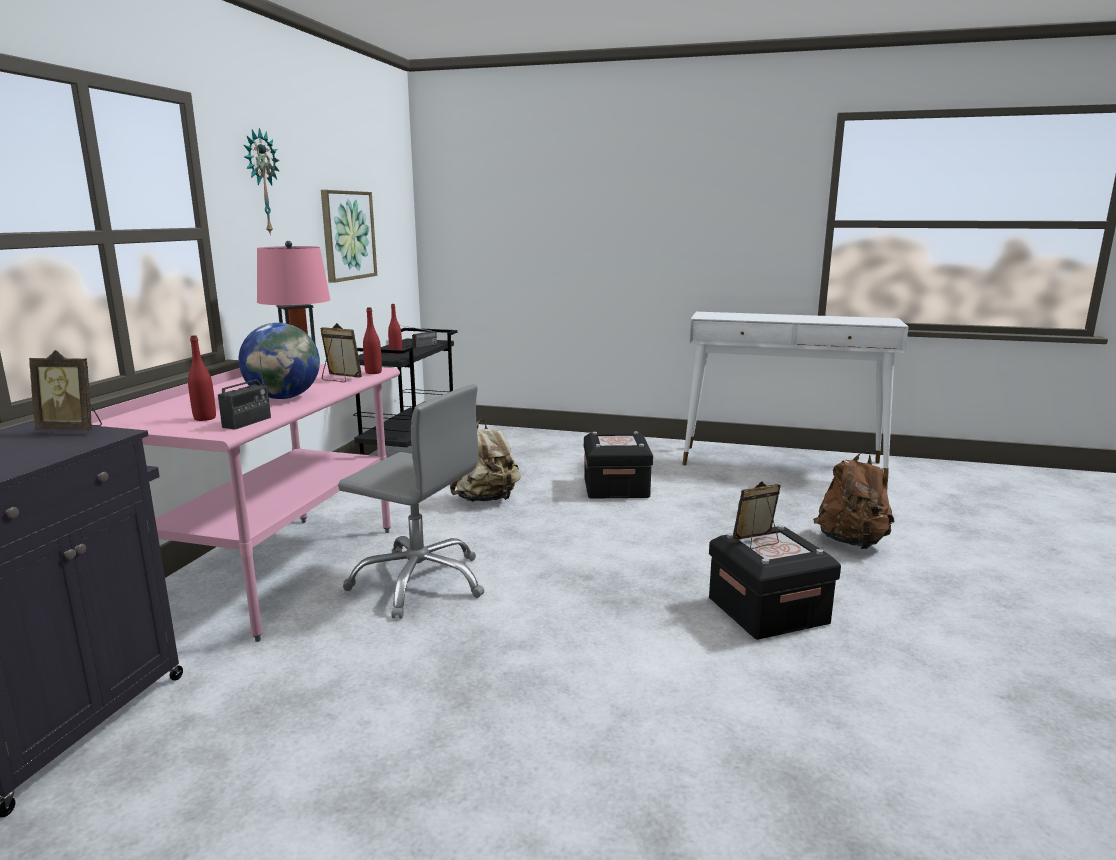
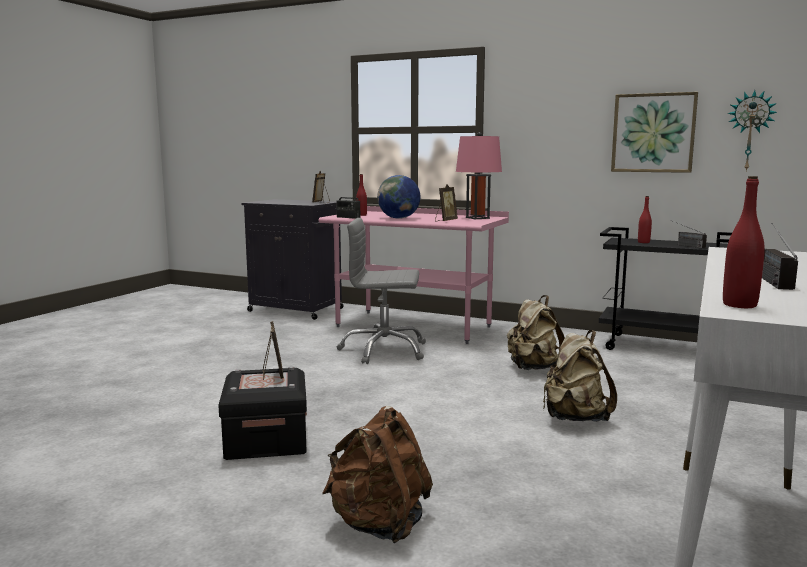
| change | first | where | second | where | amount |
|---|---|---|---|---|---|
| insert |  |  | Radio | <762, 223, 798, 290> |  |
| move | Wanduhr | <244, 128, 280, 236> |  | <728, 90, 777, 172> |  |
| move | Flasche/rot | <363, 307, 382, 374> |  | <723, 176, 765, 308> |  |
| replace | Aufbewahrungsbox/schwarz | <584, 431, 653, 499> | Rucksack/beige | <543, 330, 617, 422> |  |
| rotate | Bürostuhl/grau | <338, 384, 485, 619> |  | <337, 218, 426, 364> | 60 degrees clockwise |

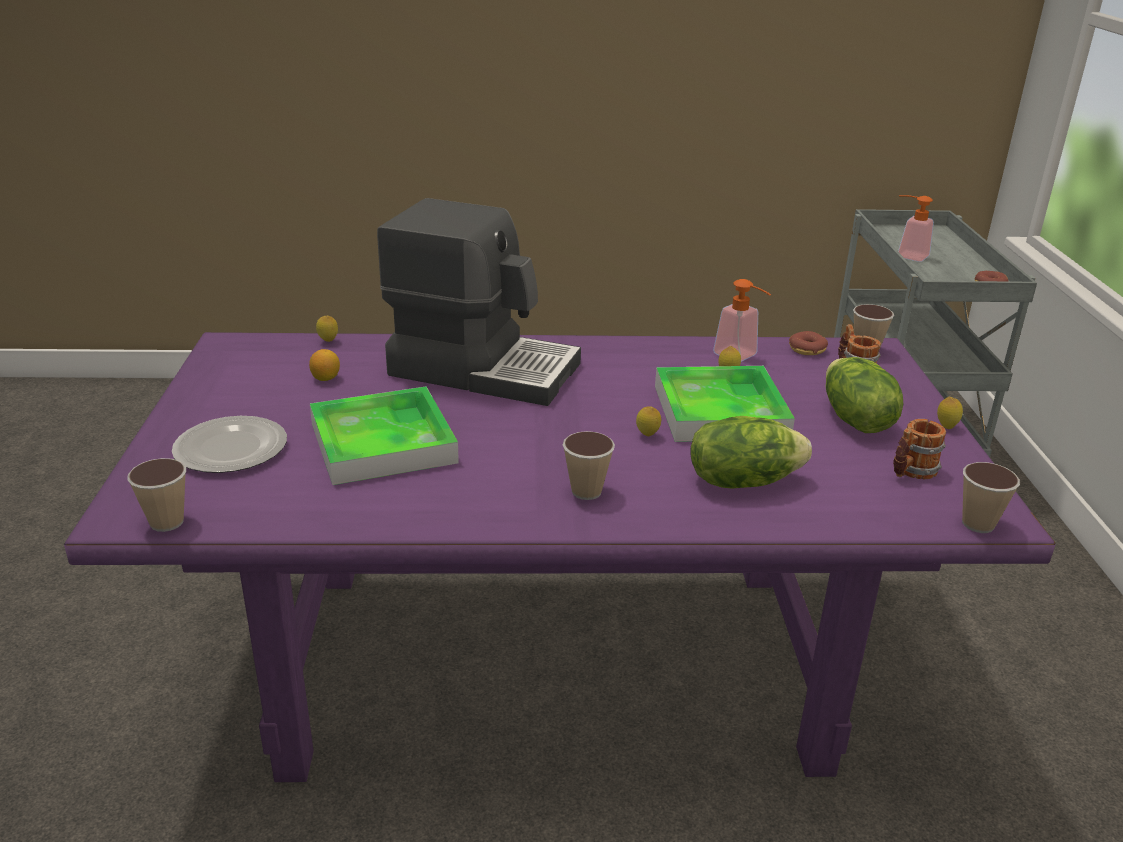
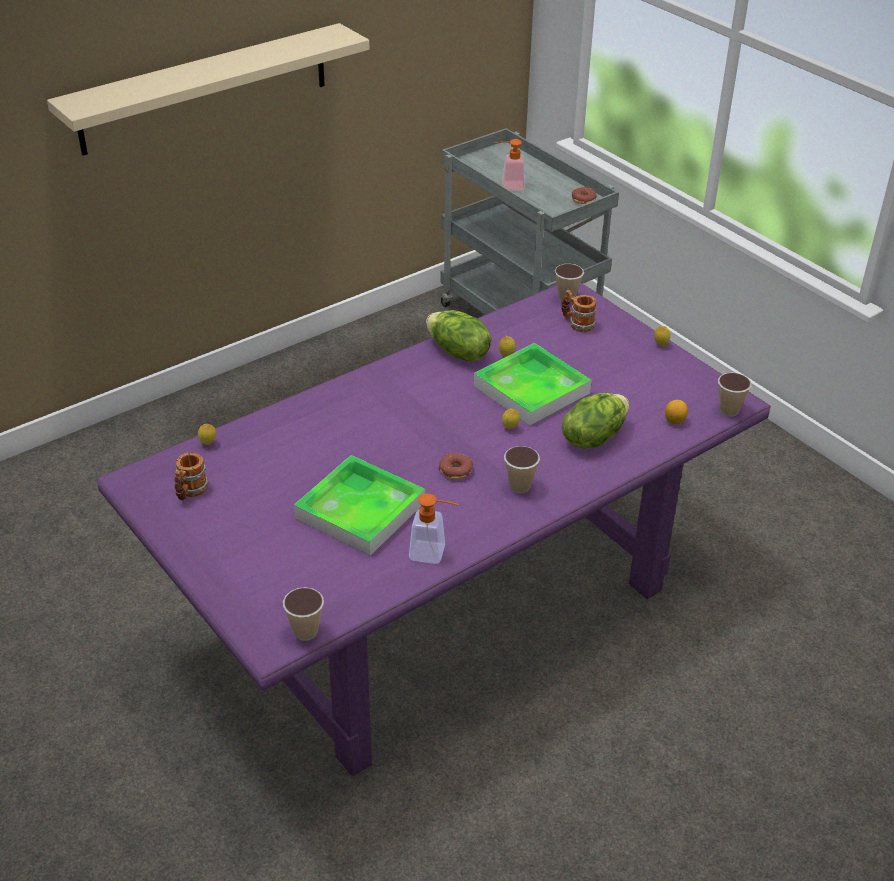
| change | first | where | second | where | amount |
|---|---|---|---|---|---|
| delete | Teller | <172, 416, 287, 473> |  |  |  |
| delete | Kaffeemaschine | <377, 198, 581, 406> |  |  |  |
| insert |  |  | Wandregal/beige | <47, 23, 369, 156> |  |
| move | Zitrone | <309, 349, 340, 381> |  | <665, 400, 688, 424> |  |
| move | Seifenspender | <713, 279, 771, 362> |  | <409, 493, 459, 564> |  |
| move | Donut | <789, 331, 828, 355> |  | <439, 452, 473, 480> |  |
| move | Salatkopf | <826, 357, 903, 433> |  | <426, 310, 491, 362> |  |
| move | Henkelbecher | <893, 419, 946, 479> |  | <175, 453, 209, 501> |  |

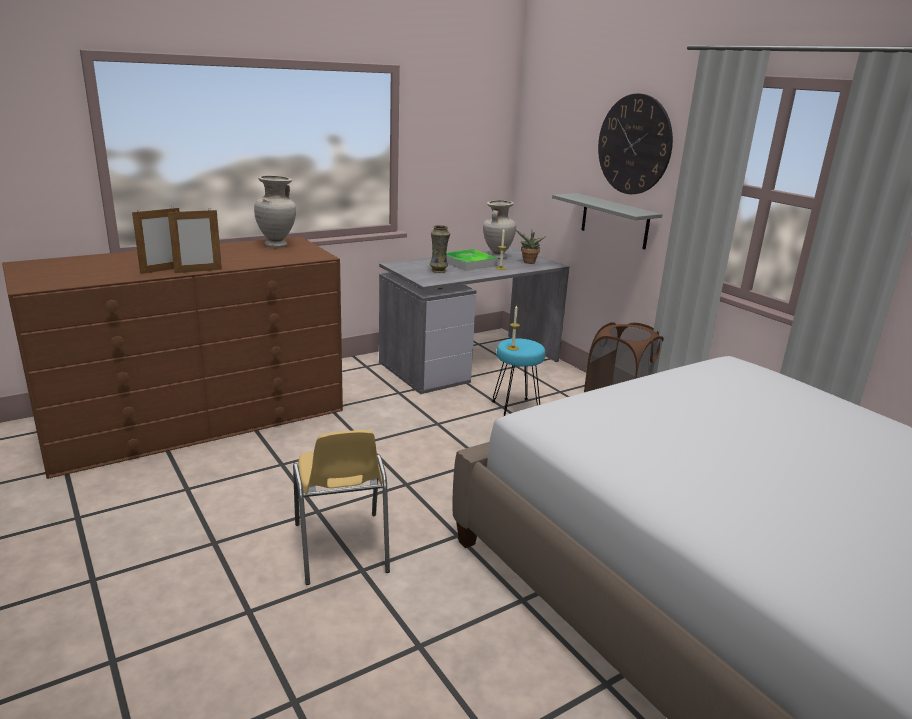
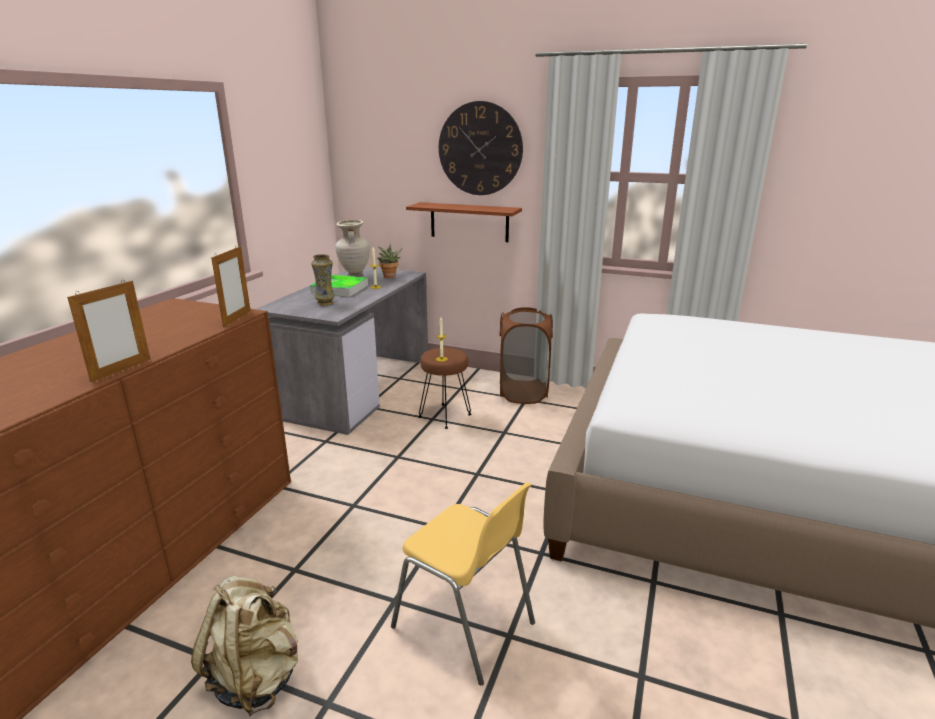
| change | first | where | second | where | amount |
|---|---|---|---|---|---|
| delete | Vase/beige | <254, 175, 296, 248> |  |  |  |
| insert |  |  | Rucksack/beige | <191, 576, 298, 716> |  |
| move | Bilderrahmen | <132, 206, 180, 274> |  | <211, 245, 251, 327> |  |
| recolor | Hocker/türkis | <492, 338, 545, 416> | Hocker/braun | <418, 348, 472, 429> |  |
| recolor | Wandregal/grau | <552, 193, 662, 249> | Wandregal/braun | <406, 202, 522, 242> |  |

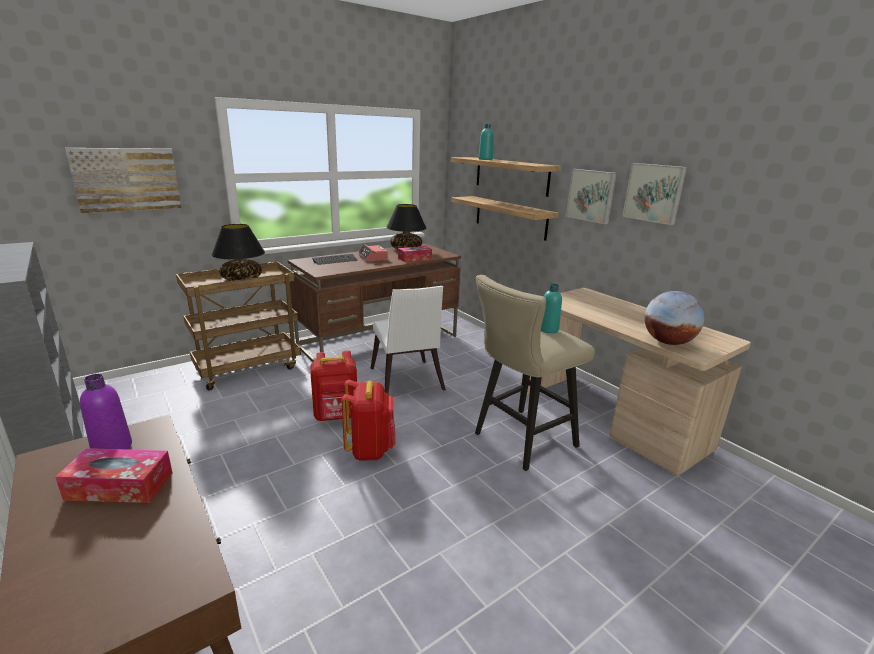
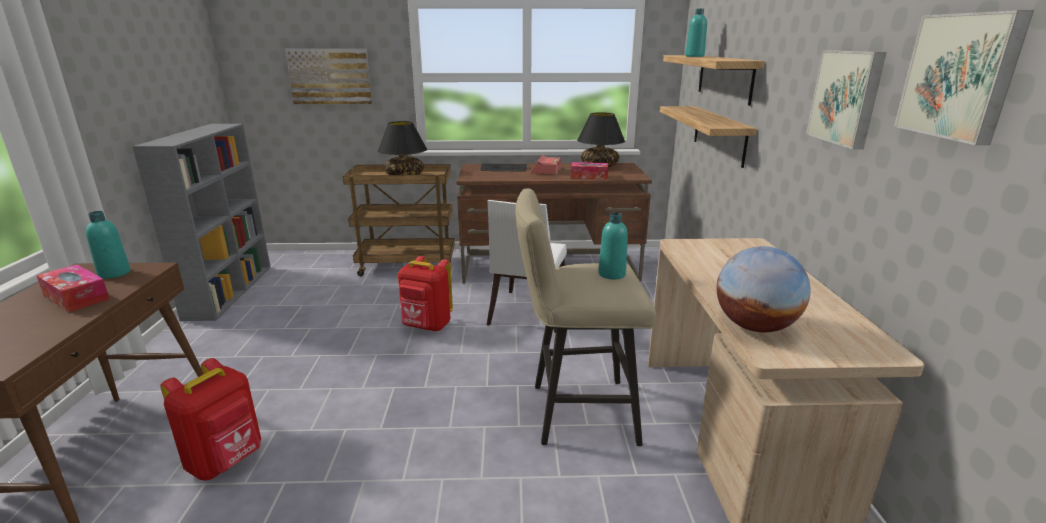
| change | first | where | second | where | amount |
|---|---|---|---|---|---|
| move | Rucksack/rot | <342, 380, 395, 461> |  | <160, 358, 261, 481> |  |
| move | Bild | <566, 169, 617, 224> |  | <894, 10, 1034, 145> |  |
| recolor | Flasche/lila | <80, 374, 132, 450> | Flasche/türkis | <86, 211, 131, 279> |  |

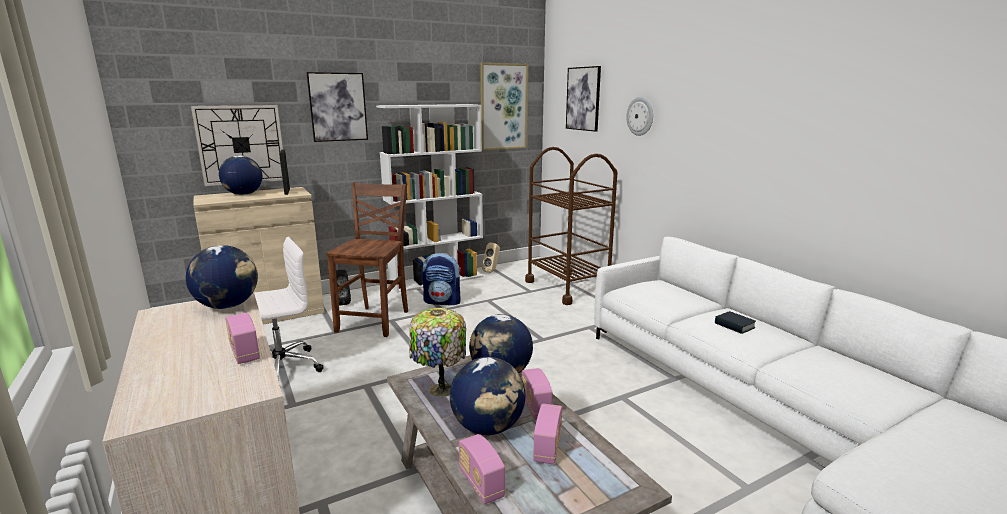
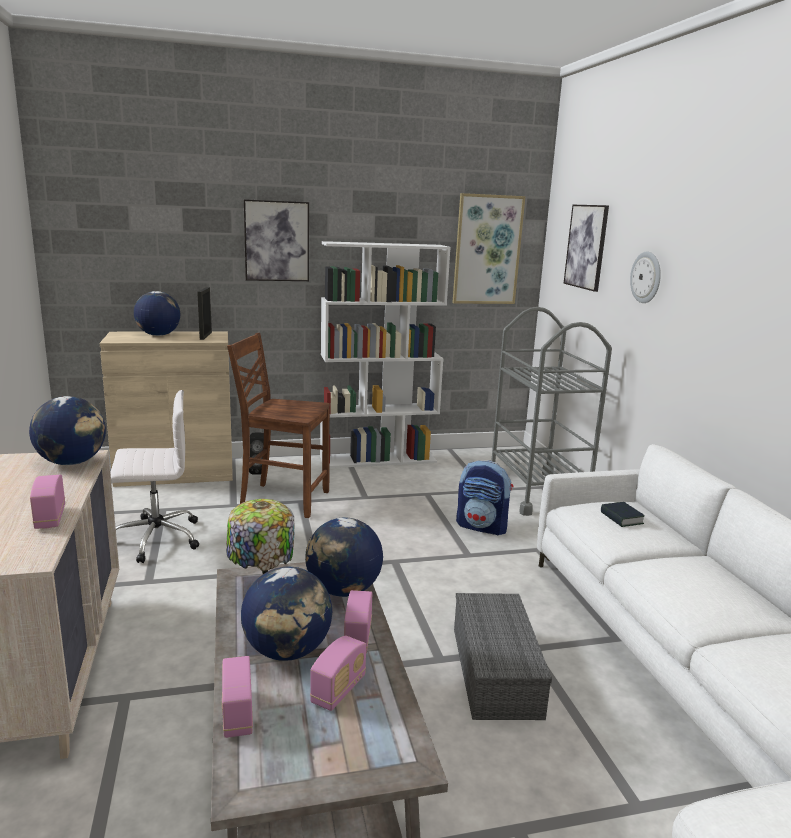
| change | first | where | second | where | amount |
|---|---|---|---|---|---|
| delete | Wanduhr | <191, 105, 283, 186> |  |  |  |
| delete | Lautsprecher/beige | <482, 243, 500, 273> |  |  |  |
| insert |  |  | Aufbewahrungsbox/grau | <454, 593, 552, 720> |  |
| move | Rucksack | <422, 253, 461, 305> |  | <456, 460, 513, 536> |  |
| move | Buch | <715, 311, 756, 334> |  | <601, 502, 645, 527> |  |
| recolor | Rollwagen/braun | <525, 147, 617, 305> | Rollwagen/grau | <491, 307, 612, 516> |  |
| rotate | Stuhl/braun | <326, 182, 408, 337> |  | <227, 333, 330, 518> | 105 degrees counterclockwise |

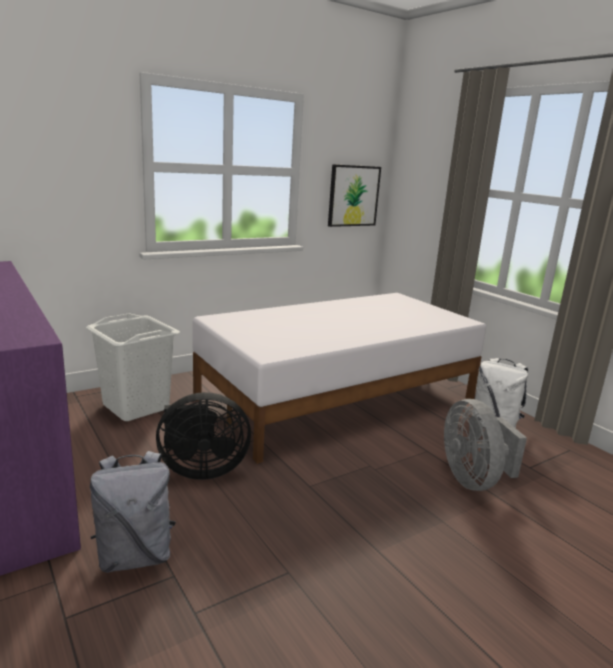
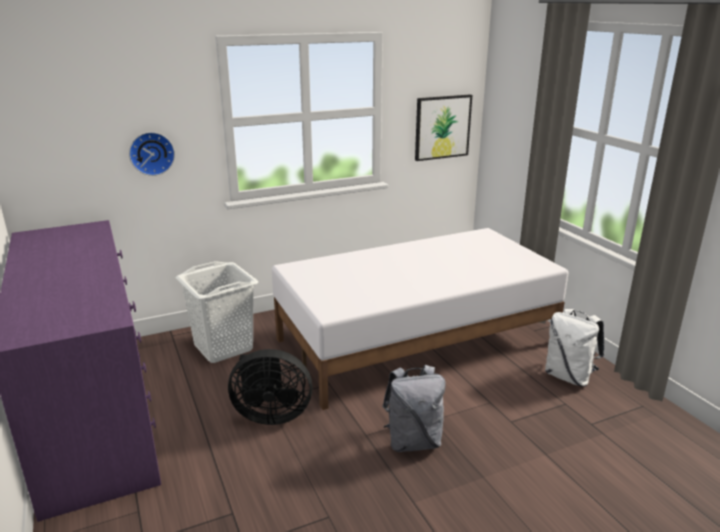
| change | first | where | second | where | amount |
|---|---|---|---|---|---|
| delete | Ventilator/grau | <444, 399, 527, 491> |  |  |  |
| insert |  |  | Wanduhr | <129, 132, 175, 176> |  |
| move | Rucksack/grau | <90, 451, 176, 573> |  | <382, 365, 446, 452> |  |

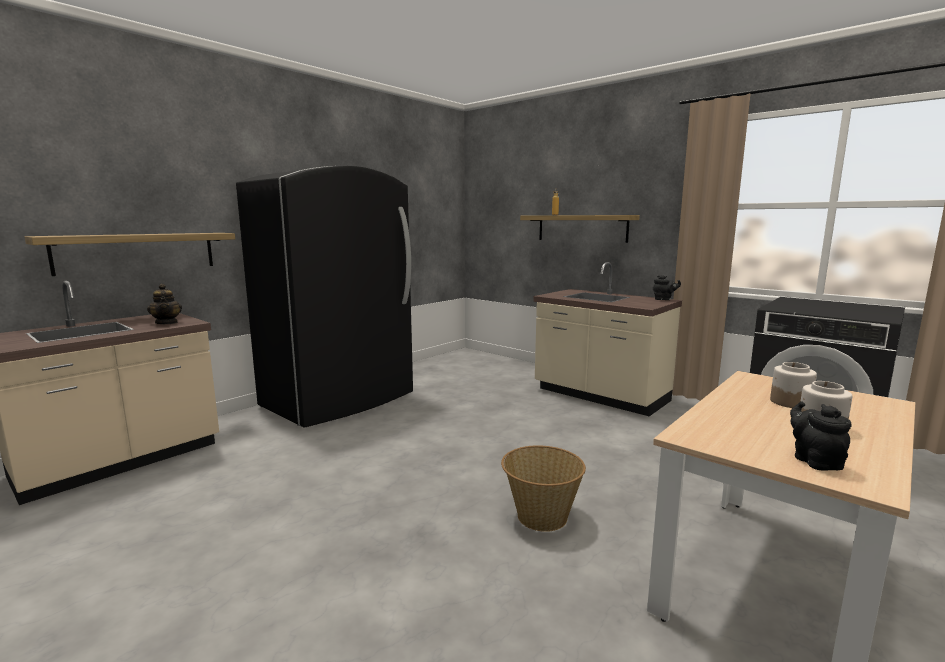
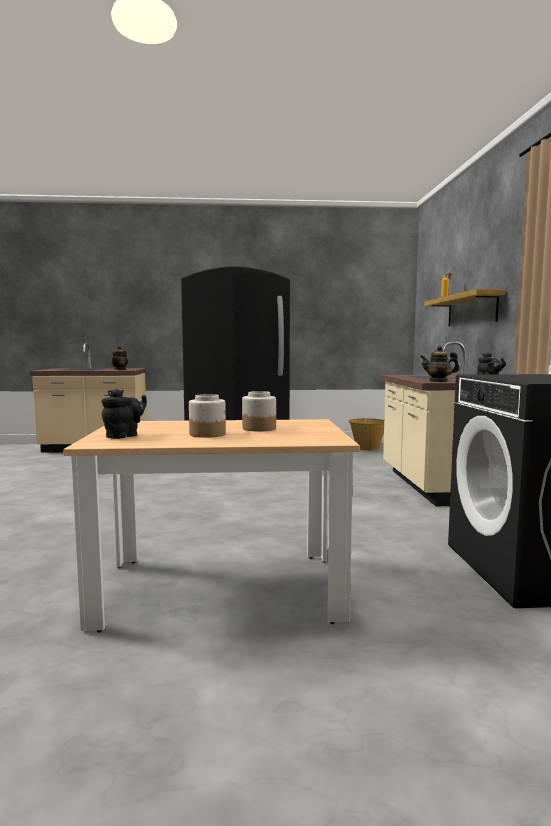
| change | first | where | second | where | amount |
|---|---|---|---|---|---|
| delete | Wandregal | <25, 233, 235, 276> |  |  |  |
| insert |  |  | Teekanne | <420, 346, 459, 382> |  |
| move | Korb | <501, 445, 586, 532> |  | <349, 418, 384, 450> |  |

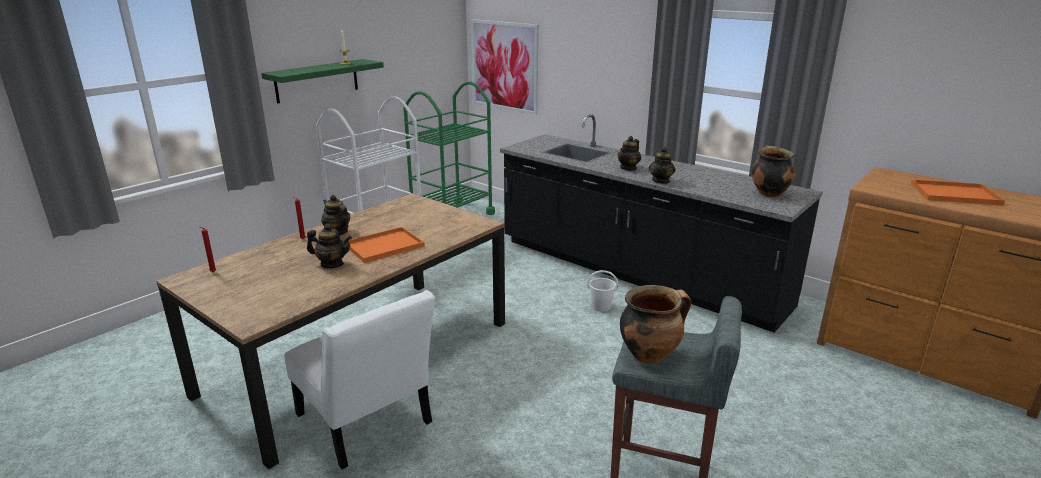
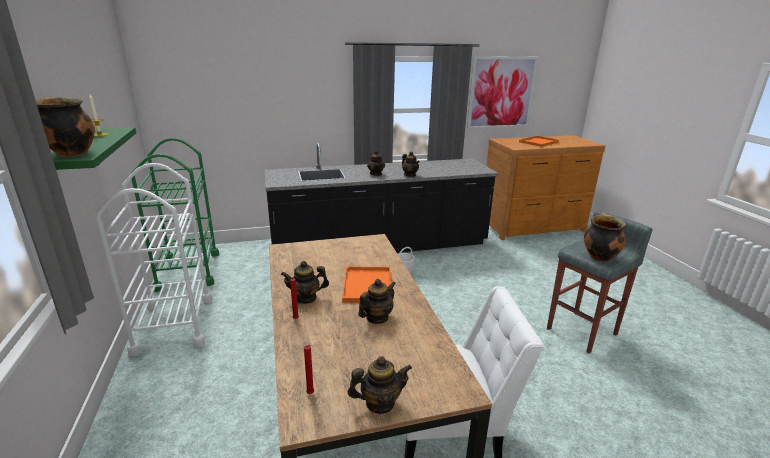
| change | first | where | second | where | amount |
|---|---|---|---|---|---|
| insert |  |  | Teekanne | <348, 356, 412, 414> |  |
| move | Bild | <471, 19, 539, 115> |  | <467, 56, 538, 129> |  |
| move | Kochtopf | <752, 146, 795, 197> |  | <36, 97, 95, 157> |  |

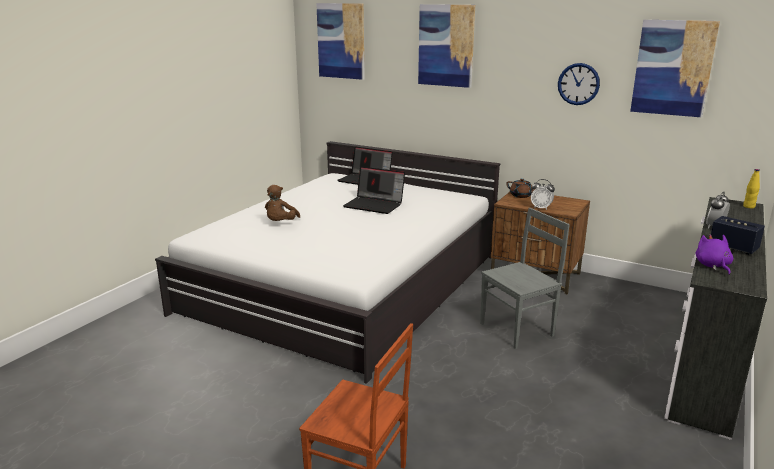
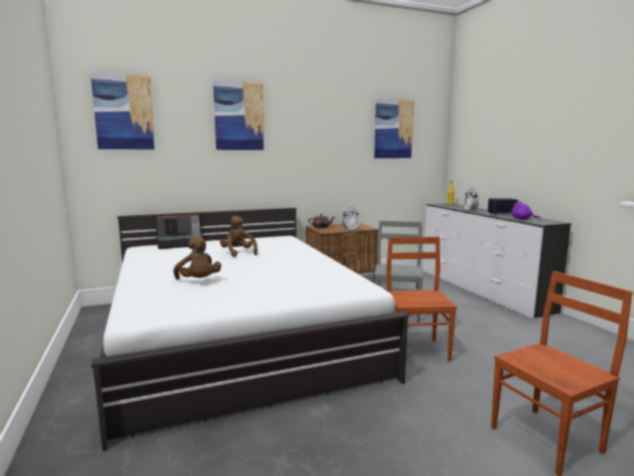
| change | first | where | second | where | amount |
|---|---|---|---|---|---|
| delete | Wanduhr | <558, 63, 600, 105> |  |  |  |
| insert |  |  | Stuhl/braun | <386, 237, 457, 361> |  |
| replace | Laptop | <343, 167, 405, 214> | Plüschtier/braun | <220, 216, 258, 257> |  |

